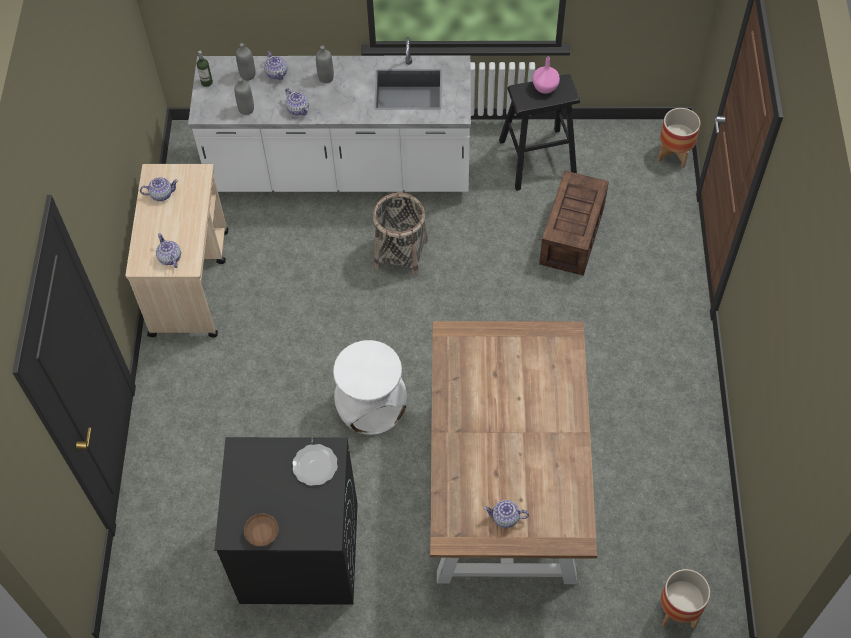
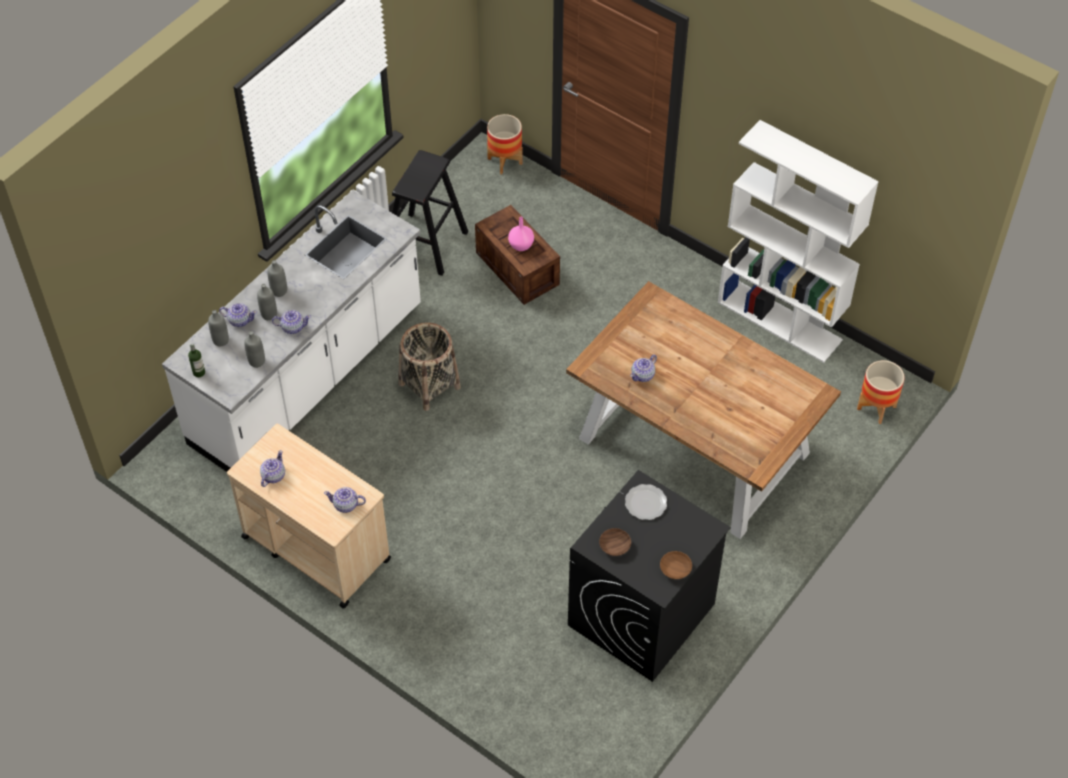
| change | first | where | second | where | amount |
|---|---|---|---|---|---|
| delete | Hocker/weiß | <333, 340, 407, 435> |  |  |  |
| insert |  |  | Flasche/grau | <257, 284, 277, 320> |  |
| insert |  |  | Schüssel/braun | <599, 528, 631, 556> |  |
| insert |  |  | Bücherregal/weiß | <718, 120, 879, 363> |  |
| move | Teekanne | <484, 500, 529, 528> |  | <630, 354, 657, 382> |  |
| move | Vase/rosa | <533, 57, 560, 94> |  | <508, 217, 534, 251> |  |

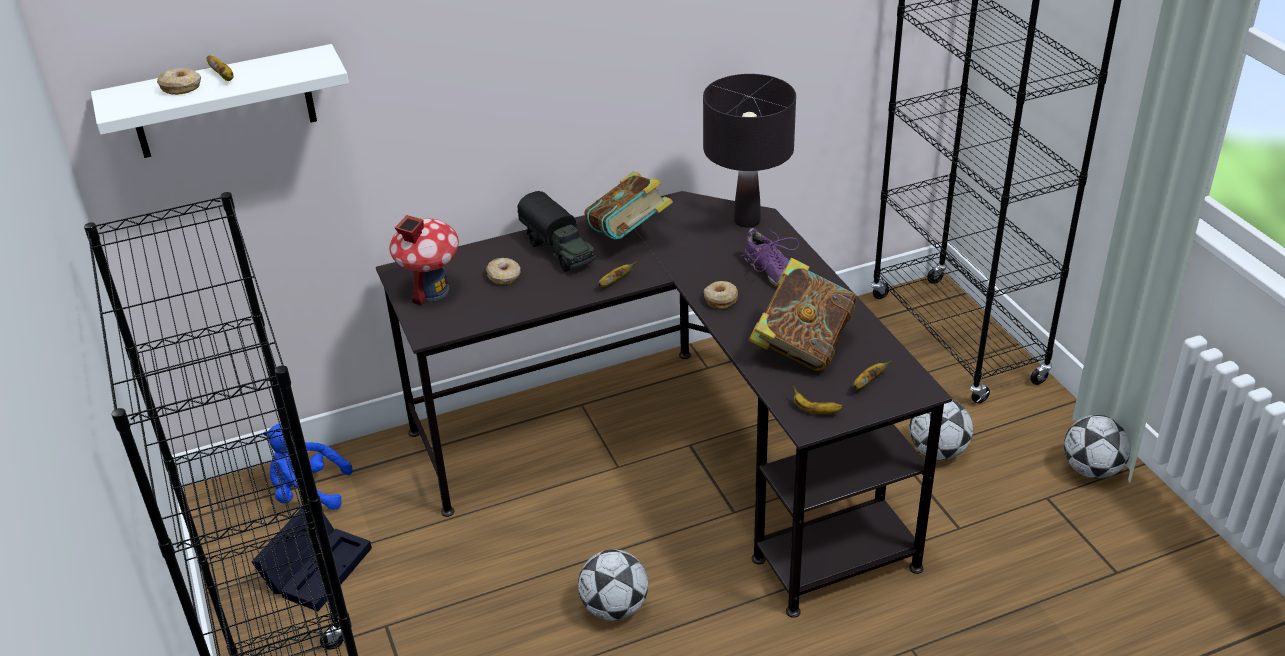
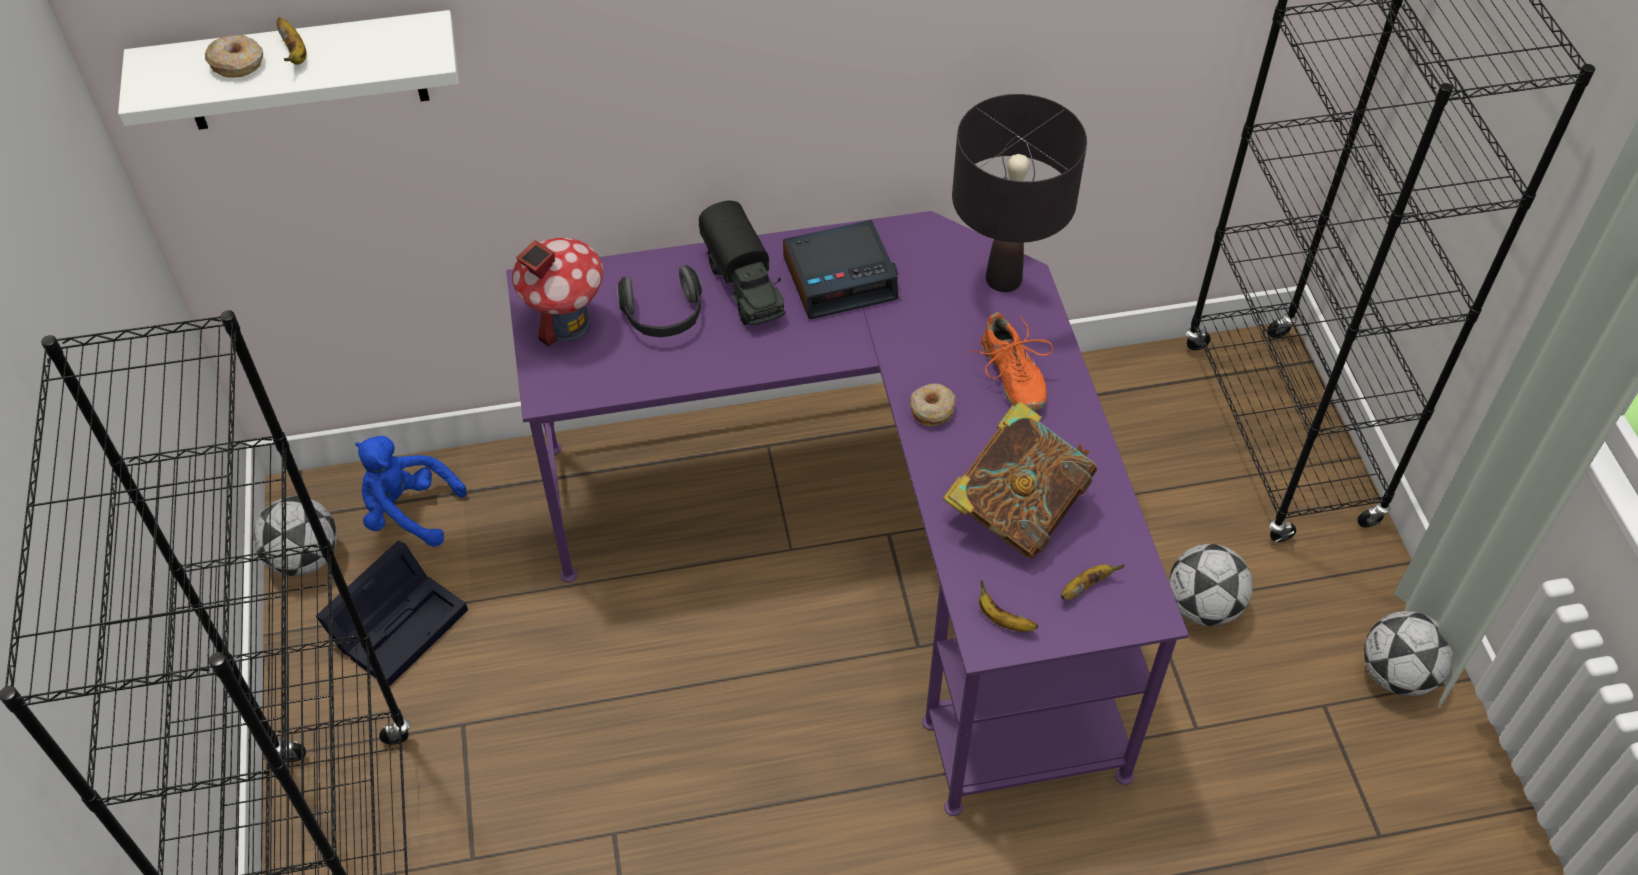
| change | first | where | second | where | amount |
|---|---|---|---|---|---|
| delete | Banane | <598, 261, 637, 287> |  |  |  |
| move | Fußball | <578, 549, 648, 621> |  | <253, 496, 337, 576> |  |
| replace | Donut | <486, 258, 520, 284> | Kopfhörer | <617, 265, 702, 337> |  |
| replace | Buch | <584, 171, 673, 240> | Wecker | <783, 220, 898, 319> |  |
| recolor | Schreibtisch/schwarz | <376, 191, 952, 618> | Schreibtisch/lila | <506, 211, 1189, 816> |  |
| recolor | Schuh/lila | <740, 228, 799, 287> | Schuh/orange | <971, 312, 1053, 412> |  |

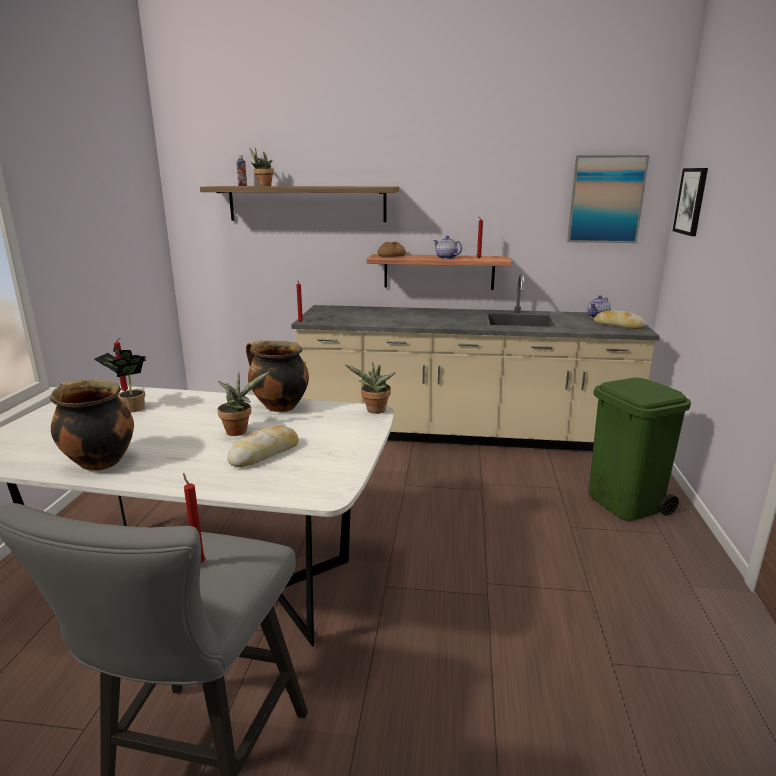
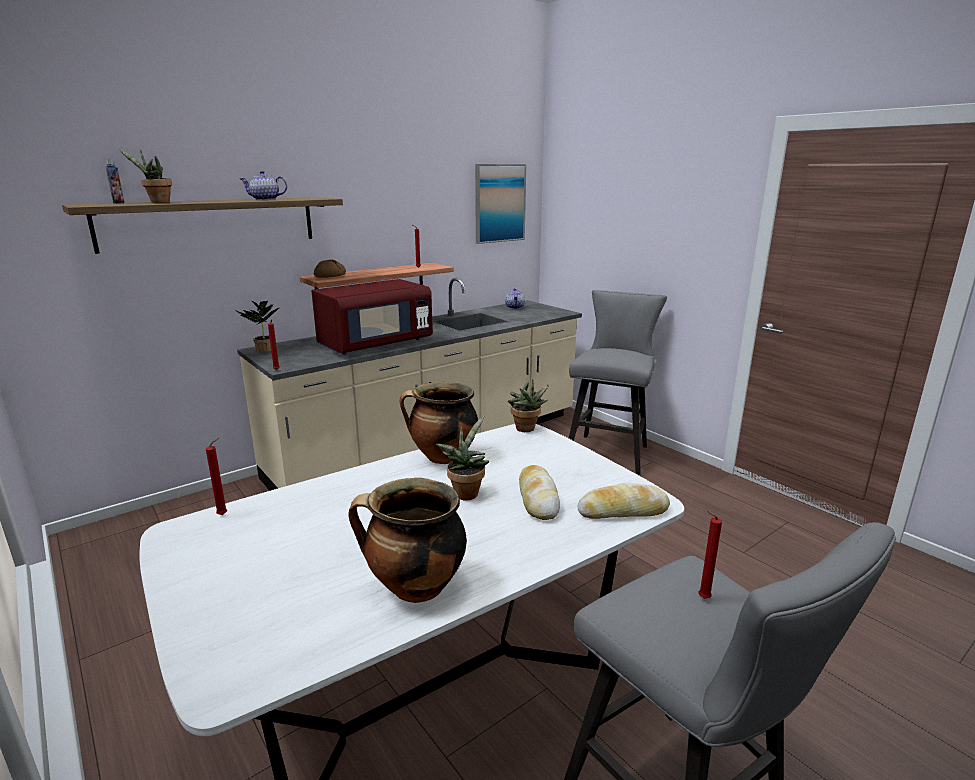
| change | first | where | second | where | amount |
|---|---|---|---|---|---|
| delete | Bild | <673, 168, 708, 236> |  |  |  |
| insert |  |  | Mikrowelle/rot | <312, 279, 433, 355> |  |
| move | Topfpflanze | <94, 346, 146, 412> |  | <236, 301, 279, 352> |  |
| move | Teekanne | <433, 236, 462, 259> |  | <240, 171, 287, 200> |  |
| move | Brot | <594, 311, 646, 329> |  | <577, 483, 670, 519> |  |
| replace | Mülleimer/grün | <589, 378, 691, 521> | Hocker/grau | <569, 290, 667, 475> |  |

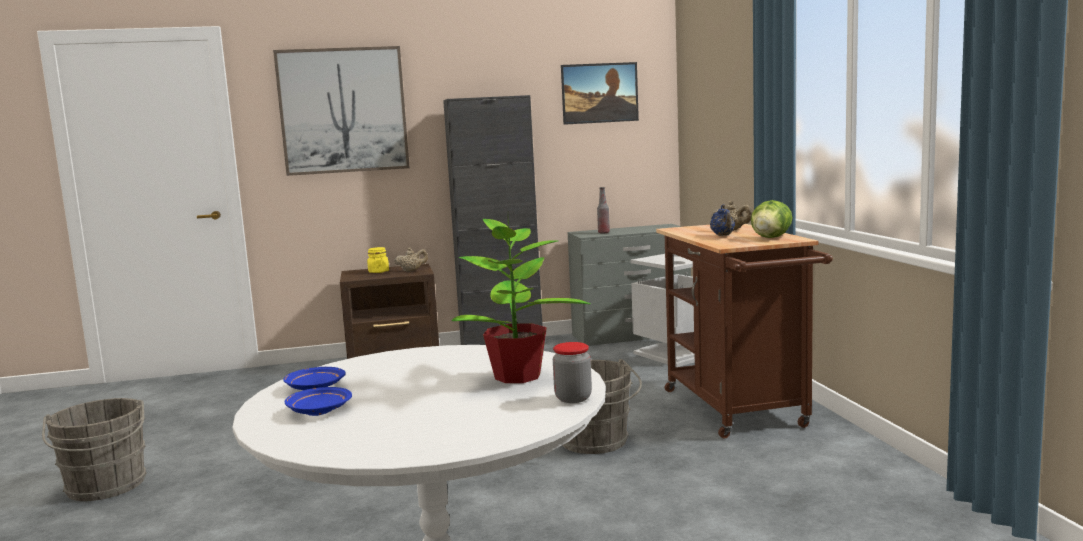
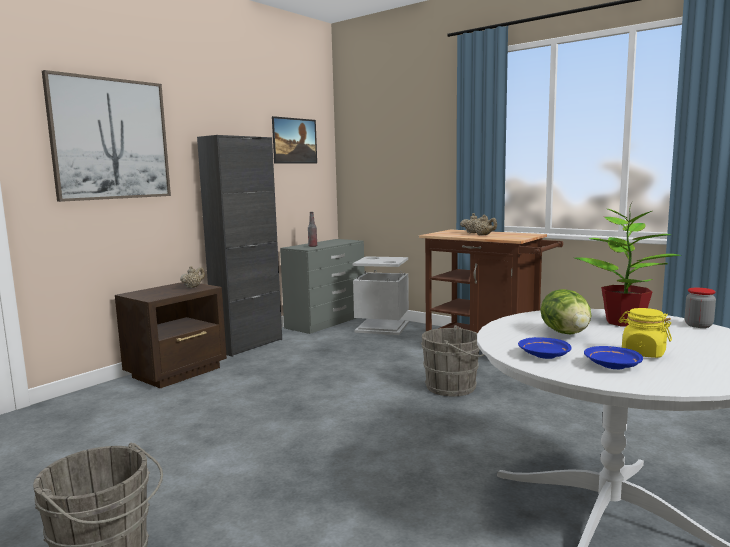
| change | first | where | second | where | amount |
|---|---|---|---|---|---|
| move | Vorratsglas/gelb | <367, 247, 389, 273> |  | <618, 308, 672, 358> |  |
| move | Salatkopf | <751, 200, 792, 238> |  | <541, 289, 591, 334> |  |
| recolor | Teekanne/blau | <710, 204, 735, 236> | Teekanne/beige | <471, 215, 497, 235> |  |

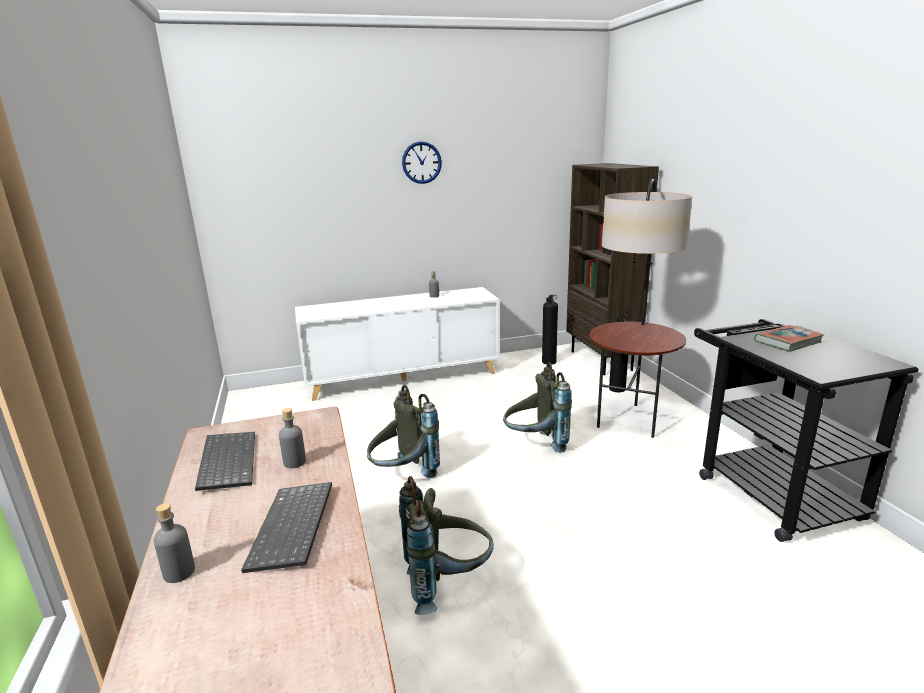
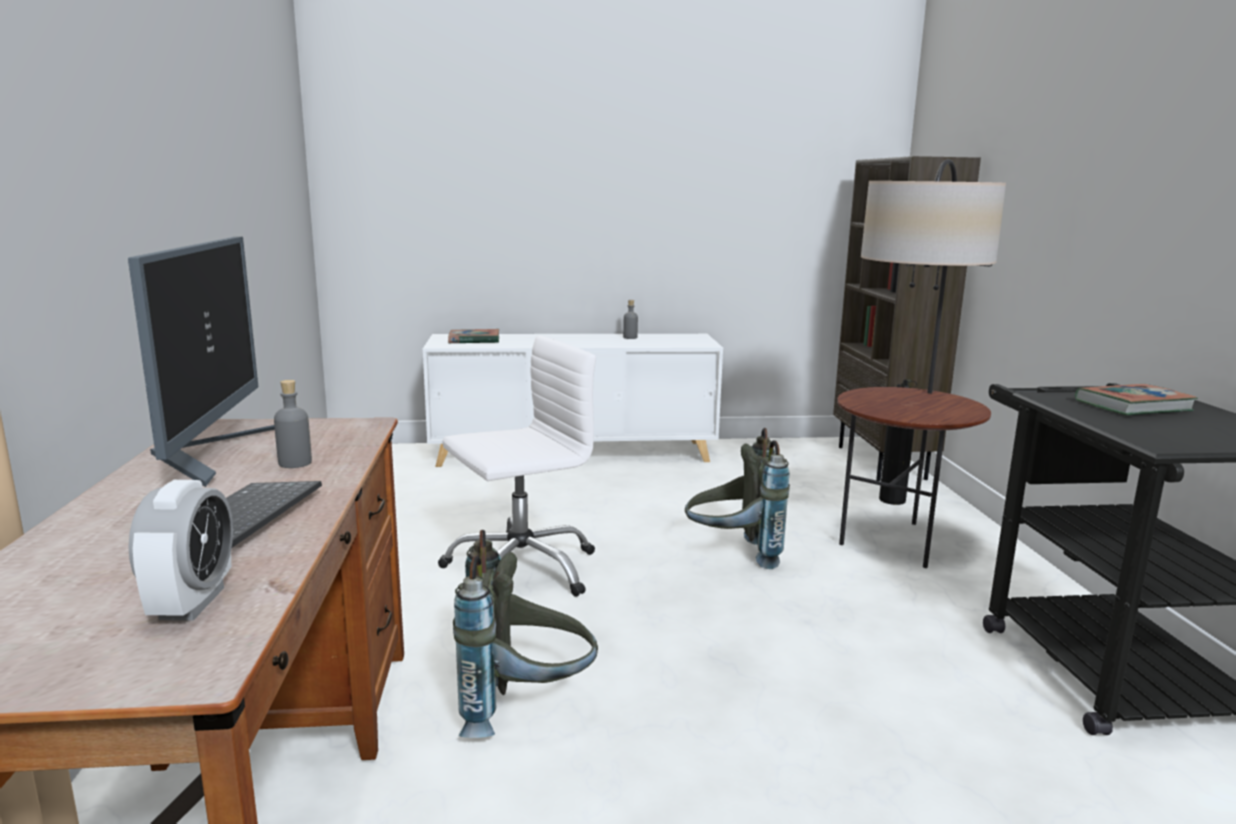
| change | first | where | second | where | amount |
|---|---|---|---|---|---|
| delete | Flasche/grau | <154, 503, 195, 583> |  |  |  |
| delete | Wanduhr | <402, 141, 442, 184> |  |  |  |
| delete | Feuerlöscher | <542, 295, 558, 365> |  |  |  |
| insert |  |  | Wecker | <128, 480, 233, 621> |  |
| insert |  |  | Buch | <448, 329, 499, 343> |  |
| replace | Tastatur | <195, 432, 255, 491> | Monitor | <128, 237, 275, 487> |  |
| replace | Rucksack/grau | <367, 385, 440, 478> | Bürostuhl/weiß | <438, 335, 596, 597> |  |

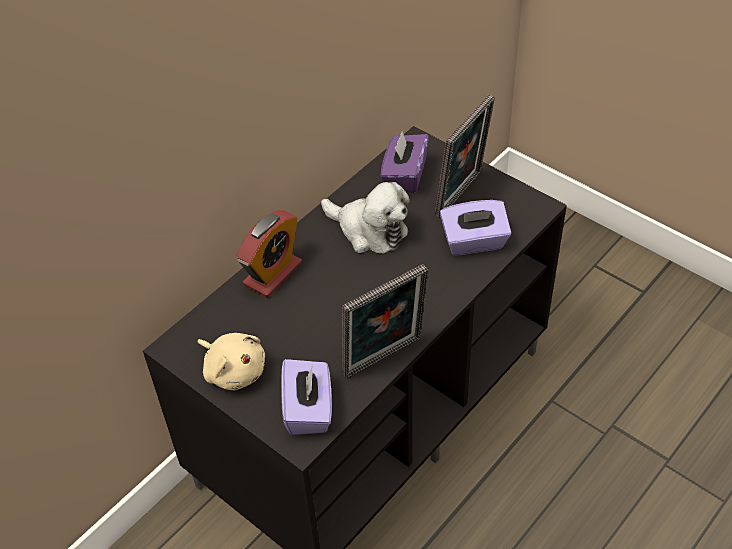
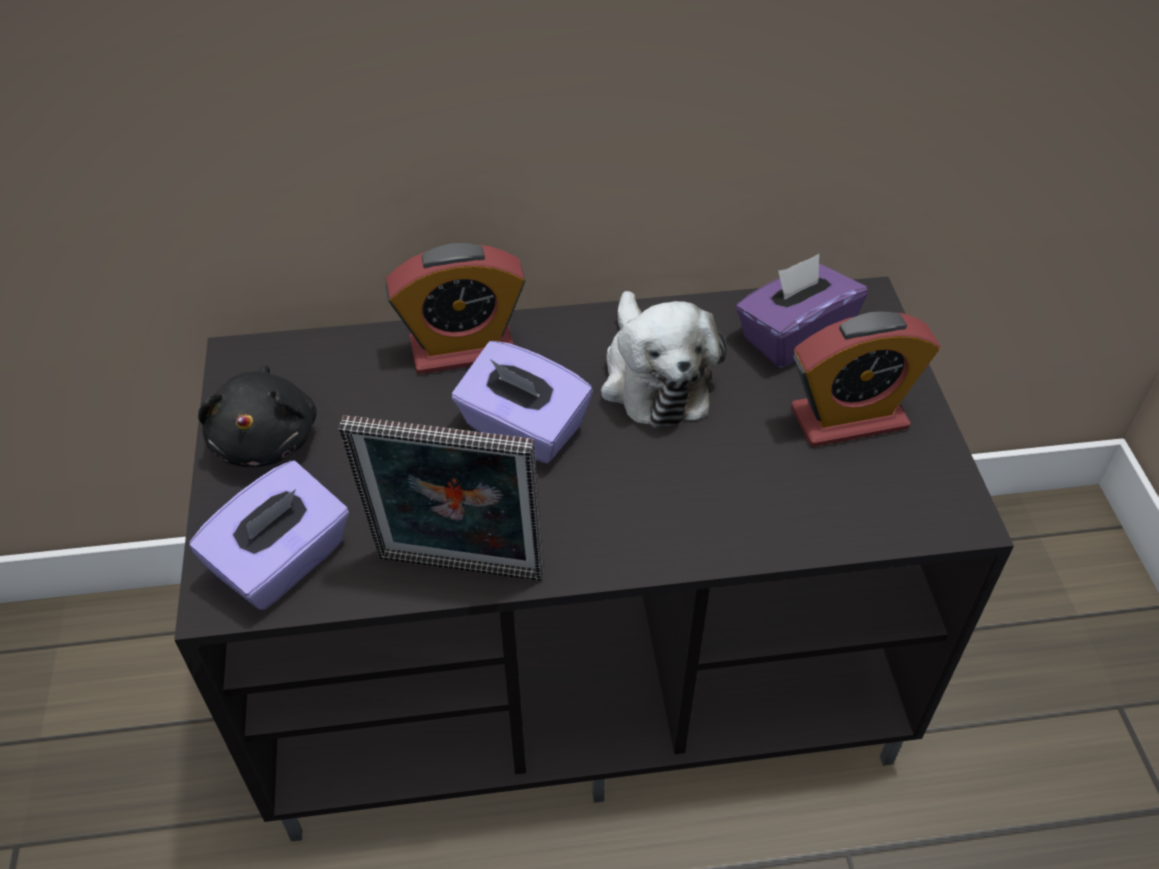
| change | first | where | second | where | amount |
|---|---|---|---|---|---|
| move | Taschentuchbox/lila | <440, 200, 511, 256> |  | <452, 341, 593, 464> |  |
| replace | Bilderrahmen | <435, 95, 495, 218> | Wecker | <791, 312, 941, 447> |  |
| recolor | Plüschtier/beige | <197, 333, 265, 390> | Plüschtier/schwarz | <198, 365, 317, 467> |  |

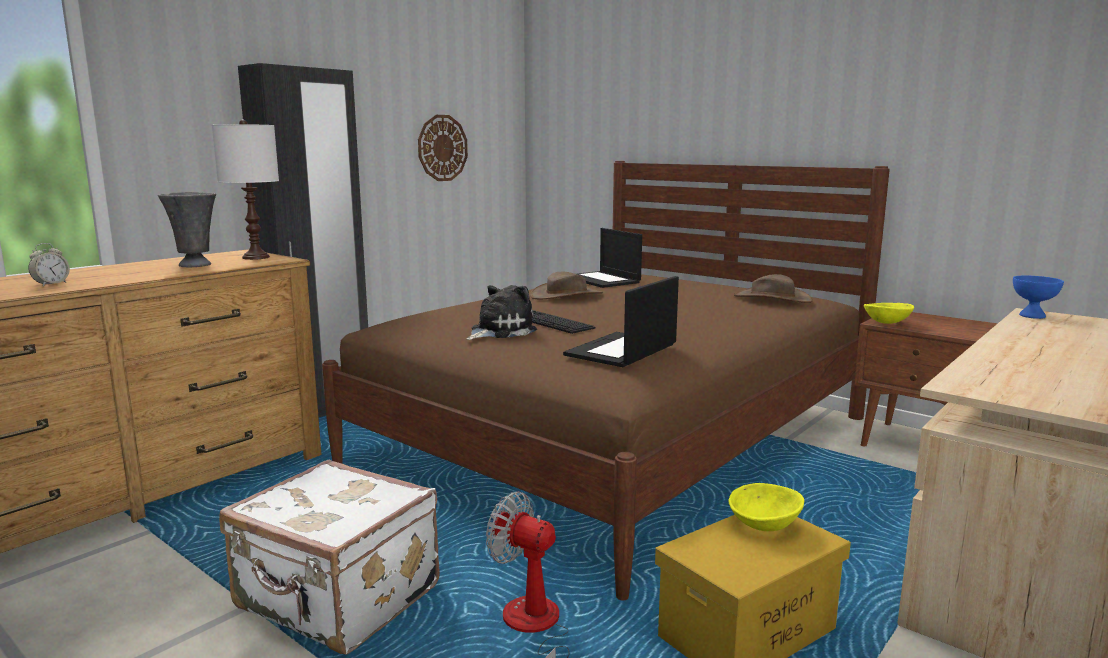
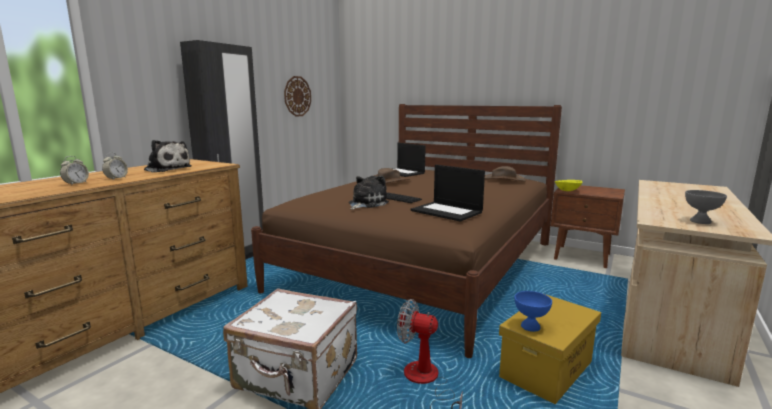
| change | first | where | second | where | amount |
|---|---|---|---|---|---|
| delete | Tischlampe/weiß | <212, 120, 279, 260> |  |  |  |
| delete | Schüssel/gelb | <728, 483, 804, 531> |  |  |  |
| insert |  |  | Wecker | <102, 152, 128, 180> |  |
| insert |  |  | Schüssel/grau | <685, 190, 727, 224> |  |
| move | Schüssel/blau | <1013, 276, 1064, 319> |  | <514, 291, 552, 332> |  |
| replace | Vase/grau | <158, 192, 216, 267> | Plüschtier | <144, 140, 192, 172> |  |
| rotate | Laptop | <563, 276, 679, 367> |  | <411, 165, 485, 222> | 75 degrees counterclockwise |

